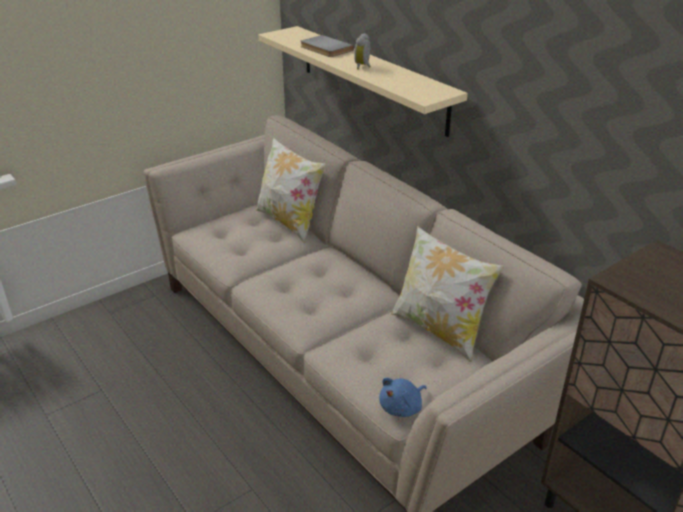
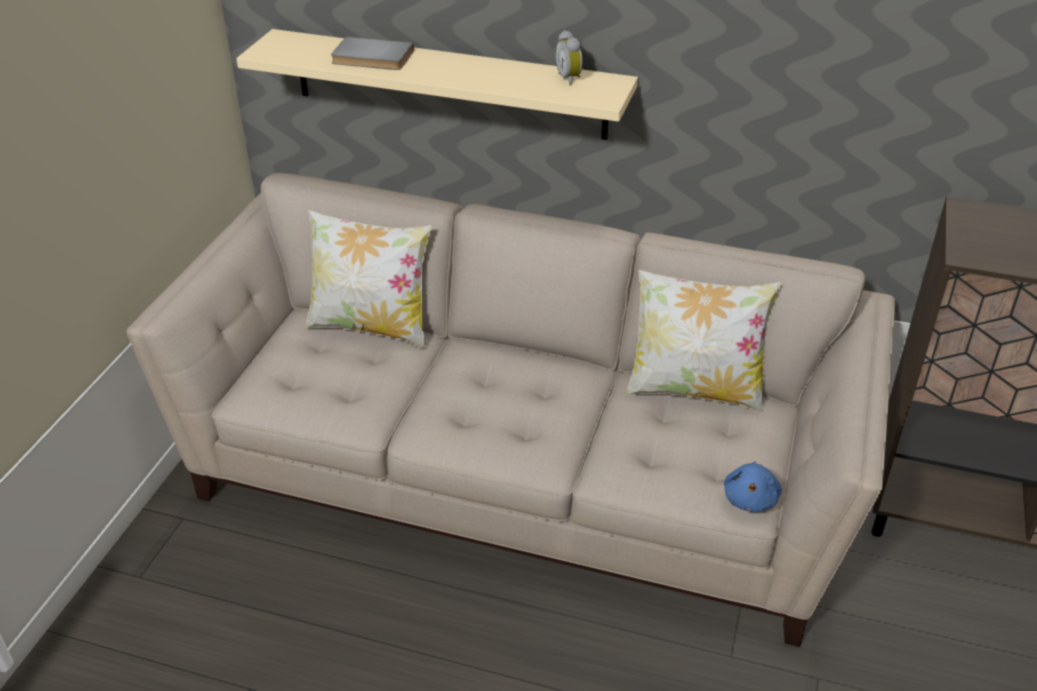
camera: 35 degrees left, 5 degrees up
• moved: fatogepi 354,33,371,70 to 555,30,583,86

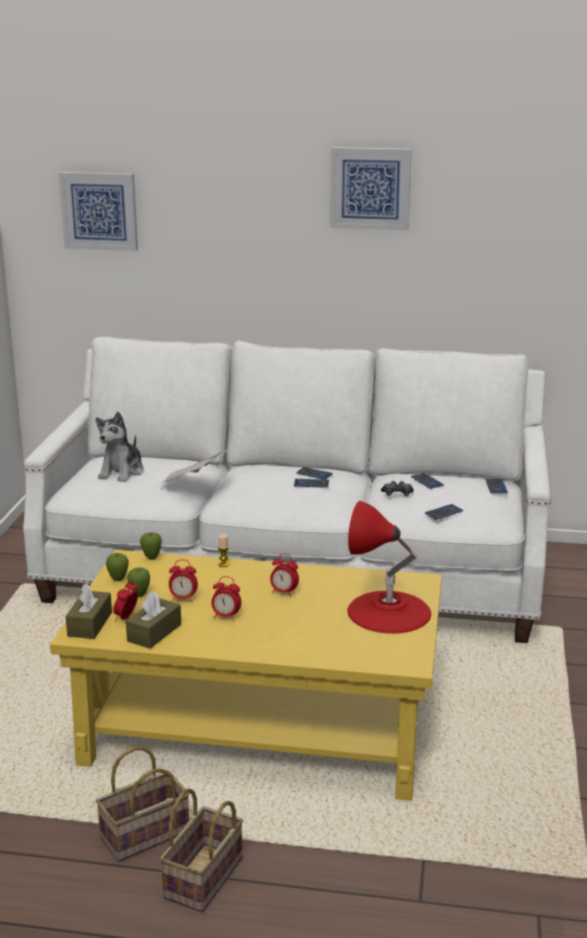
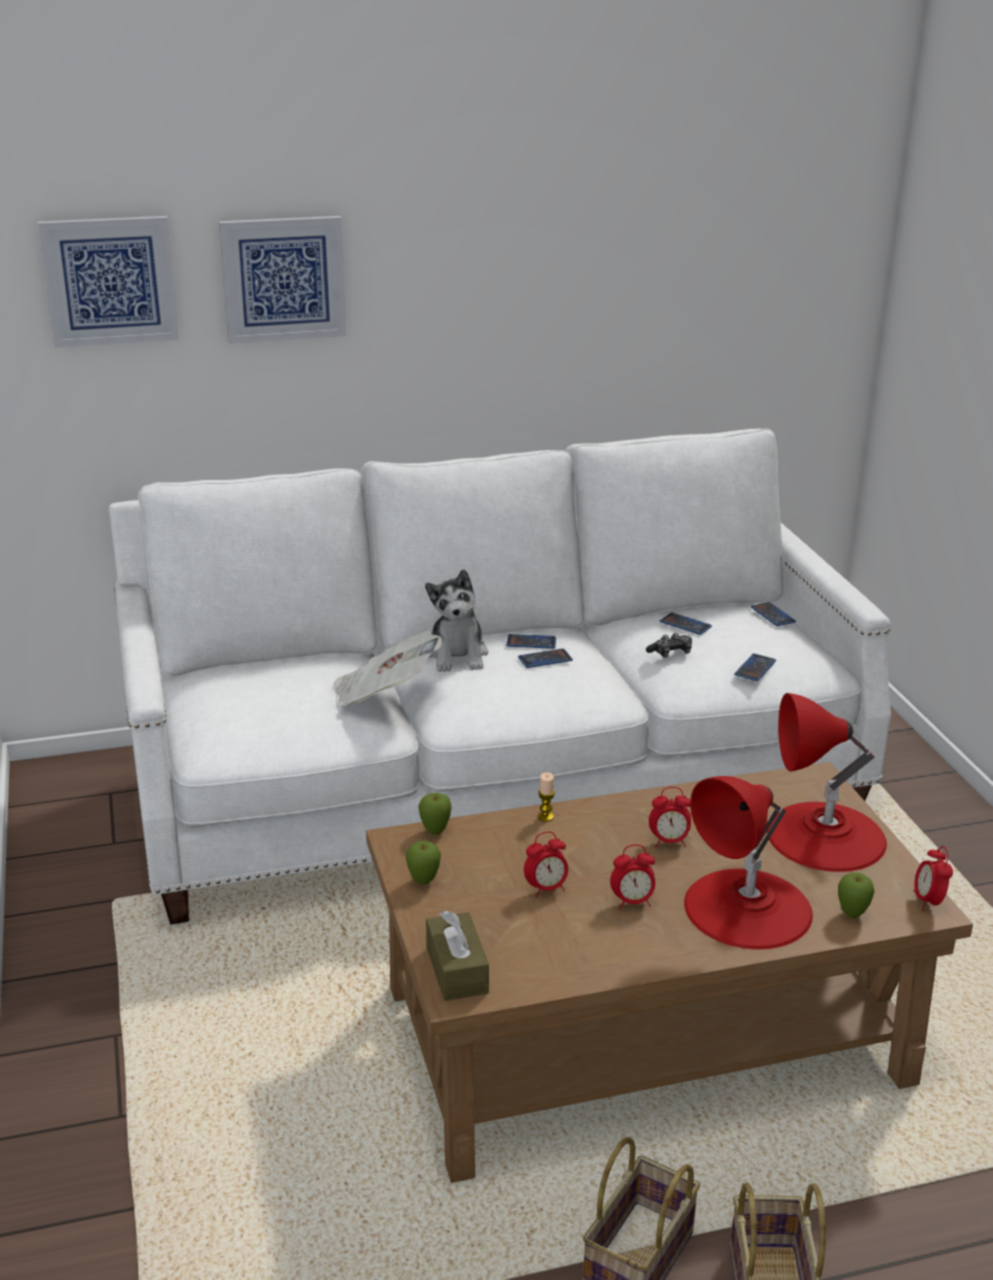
camera: 25 degrees left, 5 degrees up
• recoloured: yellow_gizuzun 50,550,442,801 to brown_gizuzun 366,762,973,1183
• moved: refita 96,412,144,482 to 425,569,488,672
• moved: fatogepi 113,580,138,622 to 914,846,953,911
• removed: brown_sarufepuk 126,591,181,649
• moved: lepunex 127,567,150,597 to 838,873,875,918
• moved: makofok 330,147,412,230 to 219,216,346,344
• added: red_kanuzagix 684,776,813,950

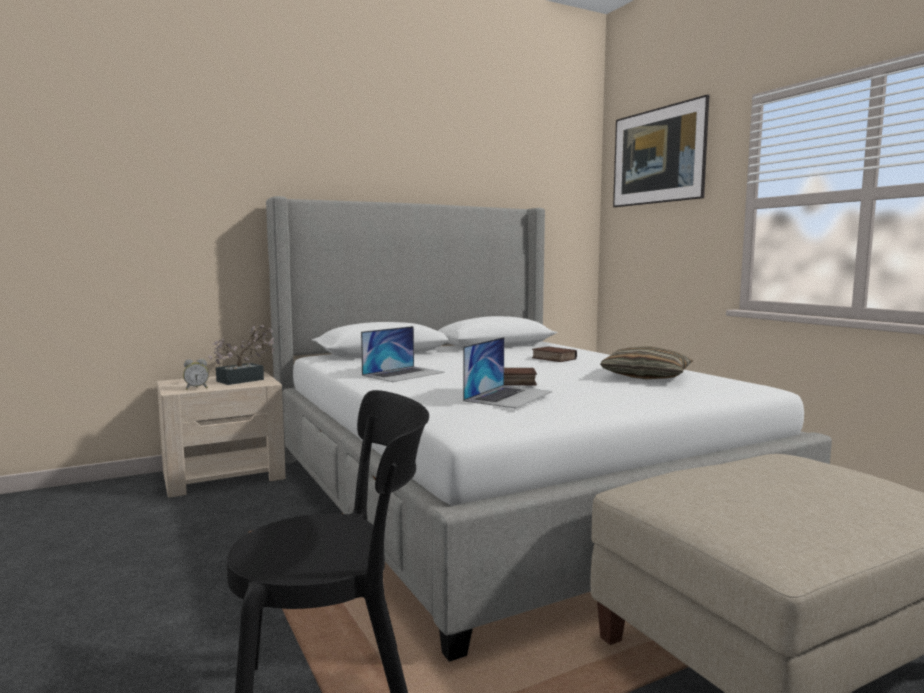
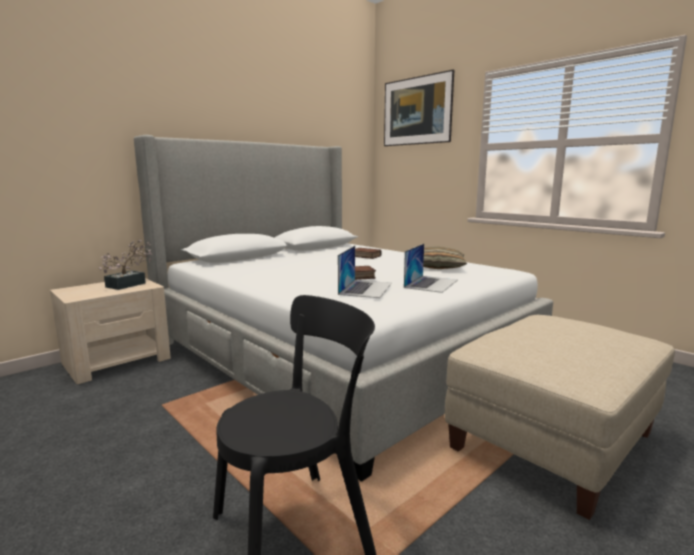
camera: 15 degrees left, 5 degrees up
• removed: fatogepi 183,359,209,390
• moved: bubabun 361,326,445,382 to 404,244,458,293

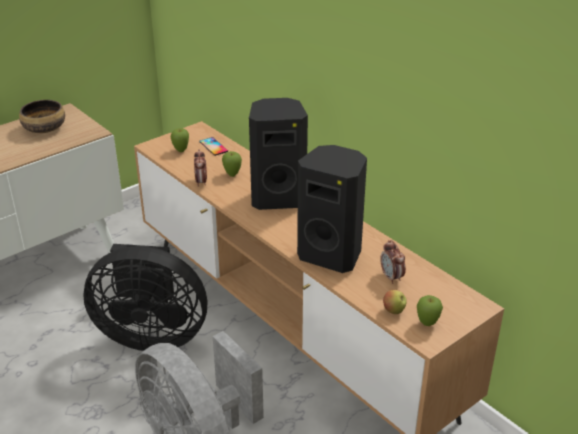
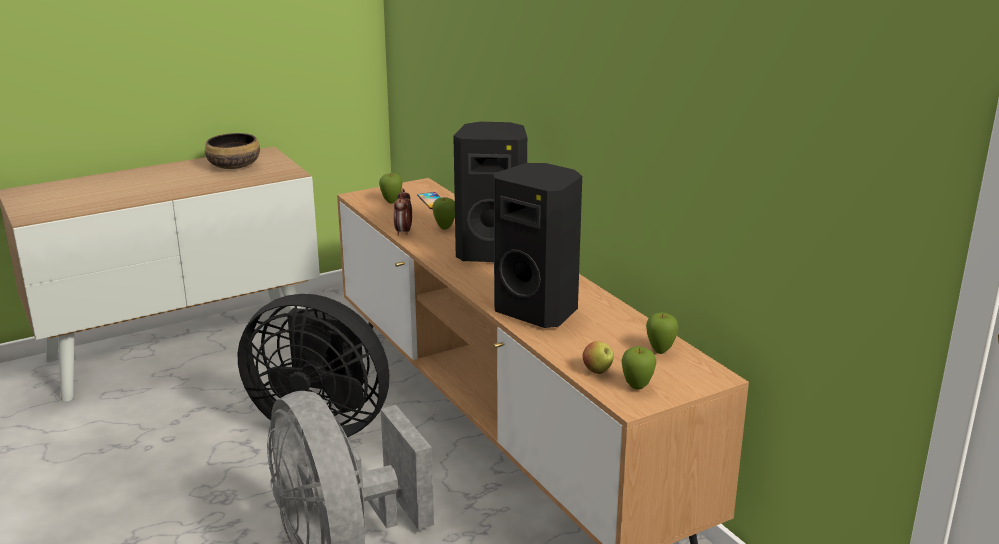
camera: 10 degrees right, 10 degrees down
• removed: fatogepi 380,240,406,284
• added: lepunex 646,312,679,354

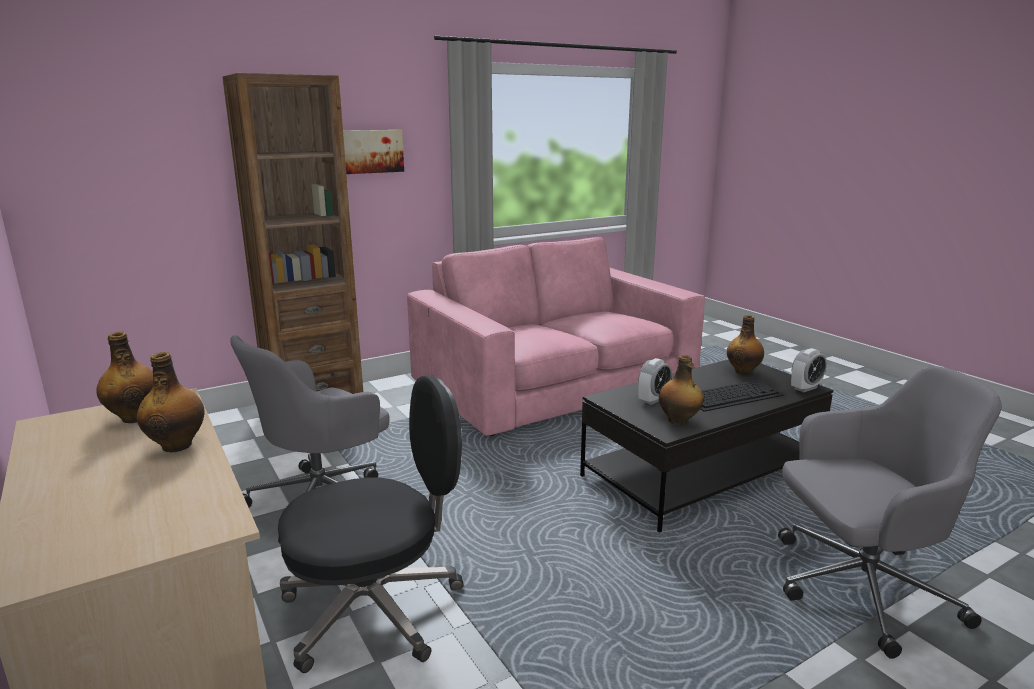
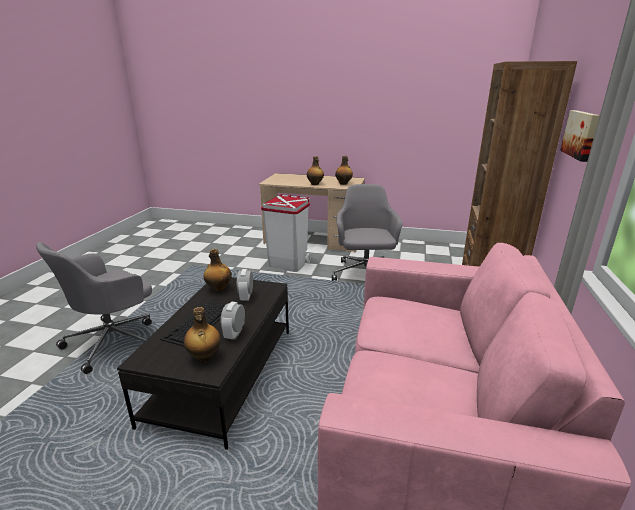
camera: 135 degrees right, 5 degrees up
• replaced: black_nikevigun 278,376,464,673 to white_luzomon 261,194,311,272
• moved: fatogepi 791,348,827,392 to 220,302,245,340

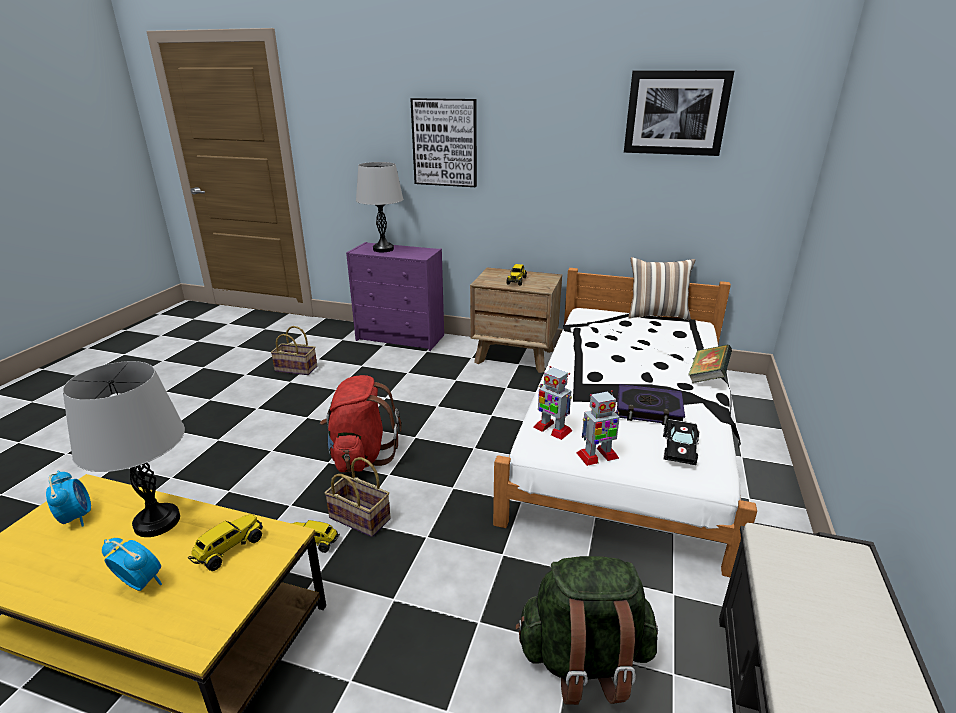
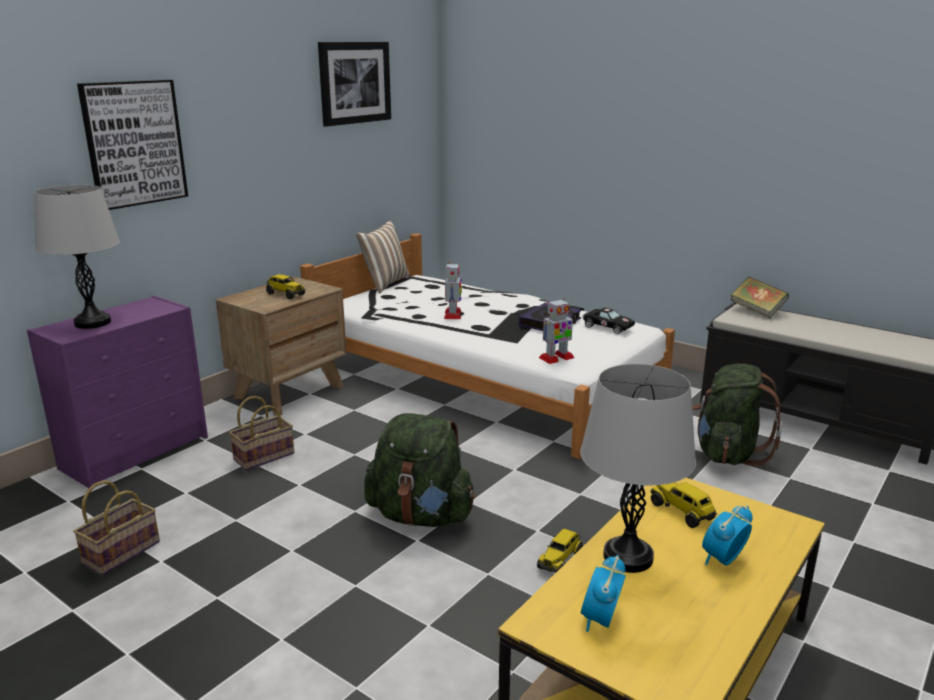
camera: 70 degrees left, 5 degrees down
• turned: fatogepi 46,470,91,527 = 581,555,626,632 60 degrees counterclockwise
• recoloured: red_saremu 320,375,401,473 to green_saremu 364,413,475,527
• moved: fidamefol 324,457,391,537 to 229,396,294,471
• moved: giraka 577,390,620,466 to 444,262,462,319
• moved: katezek 689,344,732,383 to 731,277,789,318

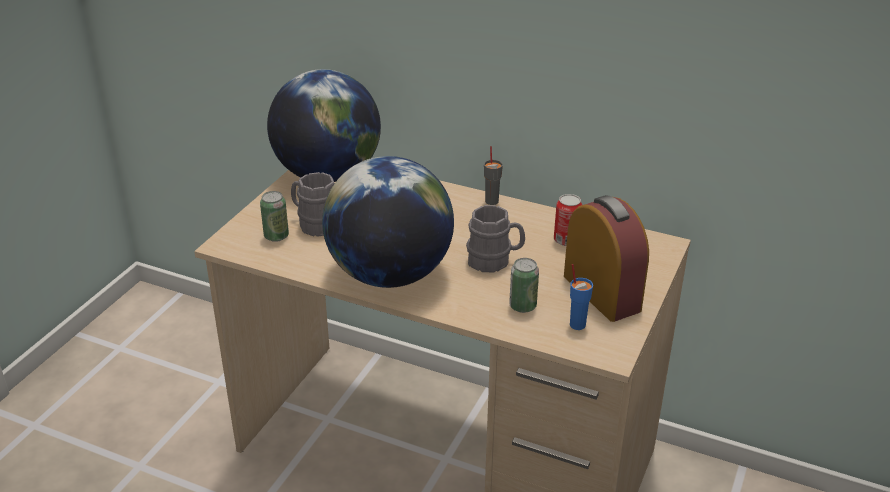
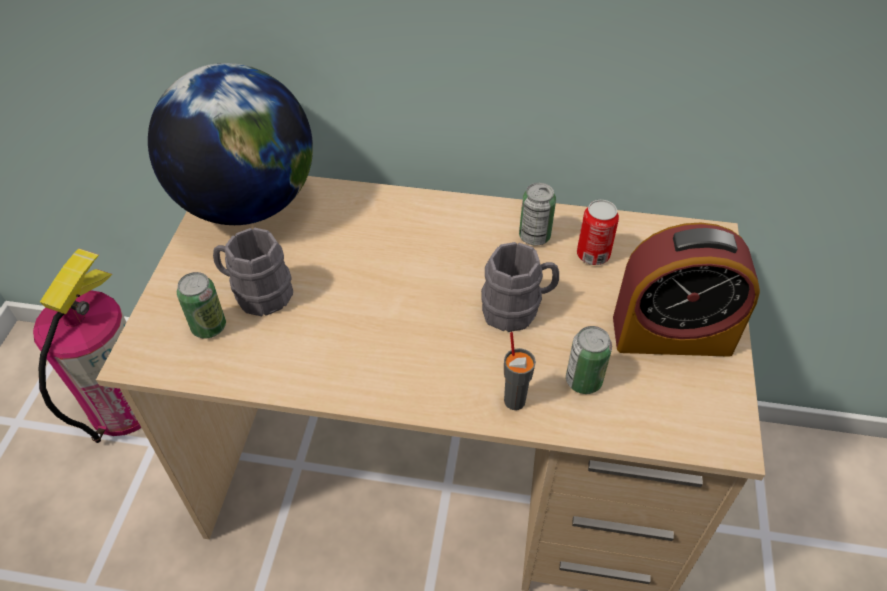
camera: 15 degrees left, 15 degrees up
• removed: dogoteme 322,156,454,288
• moved: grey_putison 484,146,503,205 to 504,332,536,410
• turned: fatogepi 564,195,649,322 = 613,222,760,357 135 degrees clockwise
• removed: blue_putison 570,264,593,330
• added: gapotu 33,249,141,443
• added: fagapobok 519,183,556,246

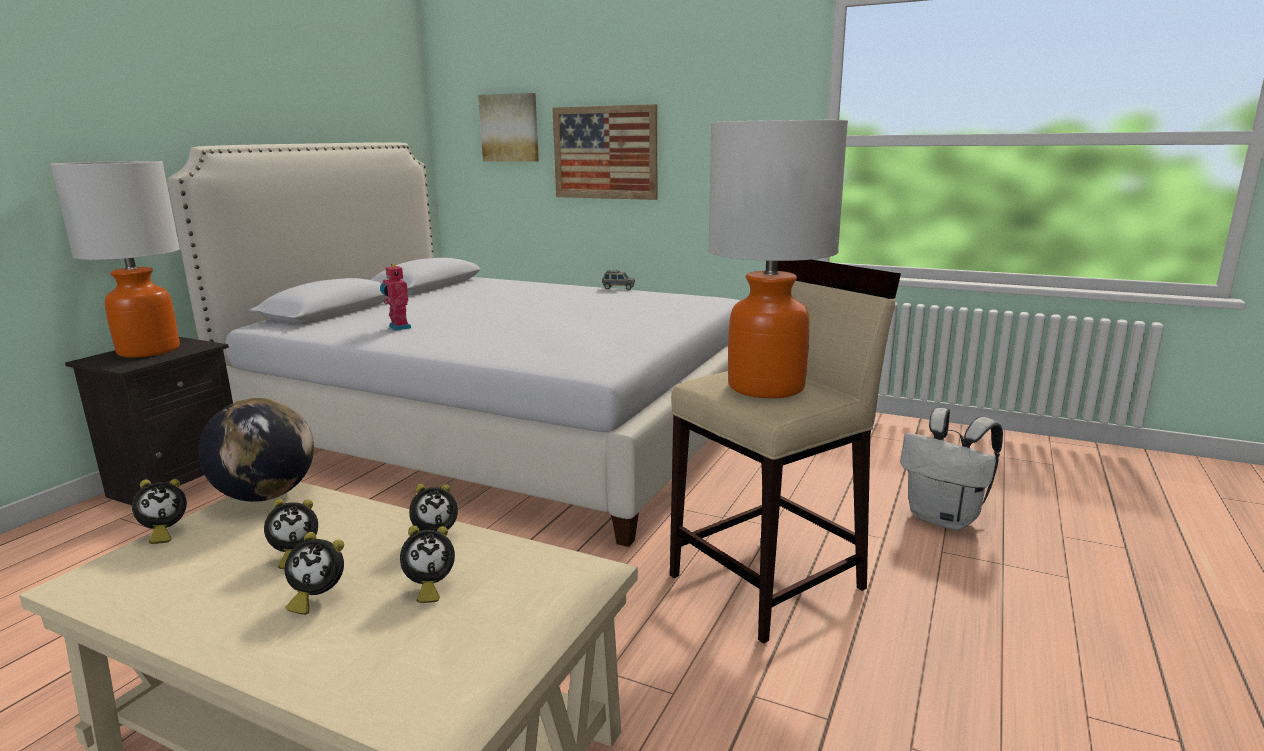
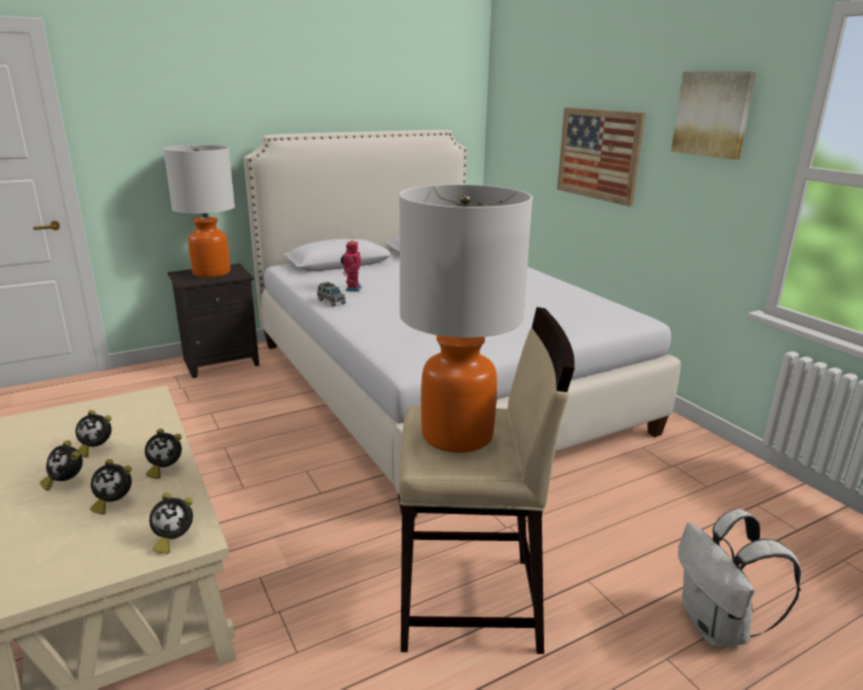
camera: 35 degrees right, 5 degrees up
• moved: fatogepi 132,479,187,544 to 149,493,193,554
• removed: dogoteme 198,398,314,502
• moved: makofok 478,93,539,162 to 671,71,756,160
• moved: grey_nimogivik 602,270,635,290 to 317,282,346,306

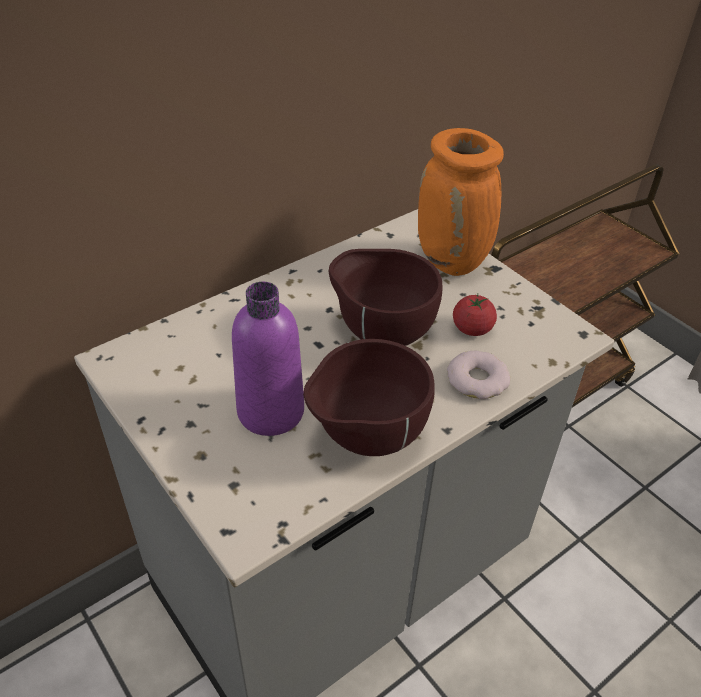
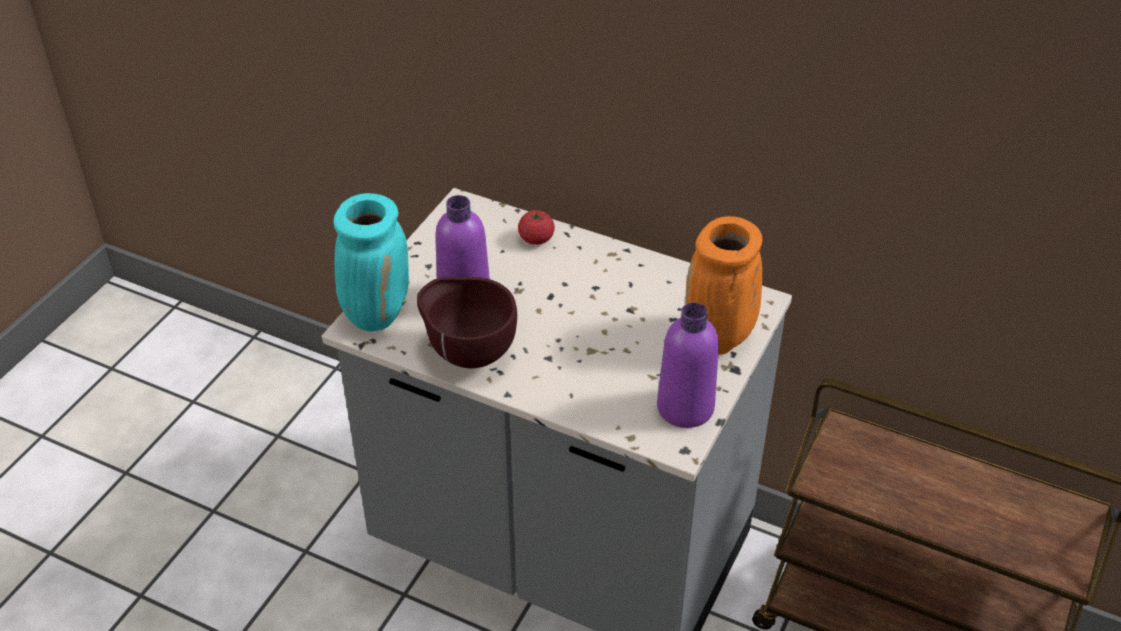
camera: 65 degrees right, 0 degrees up
• removed: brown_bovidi 329,249,442,346
• removed: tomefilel 447,351,510,399
• moved: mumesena 453,294,497,336 to 518,210,555,245
• added: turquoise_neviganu 333,193,409,331
• added: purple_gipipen 657,302,719,428

